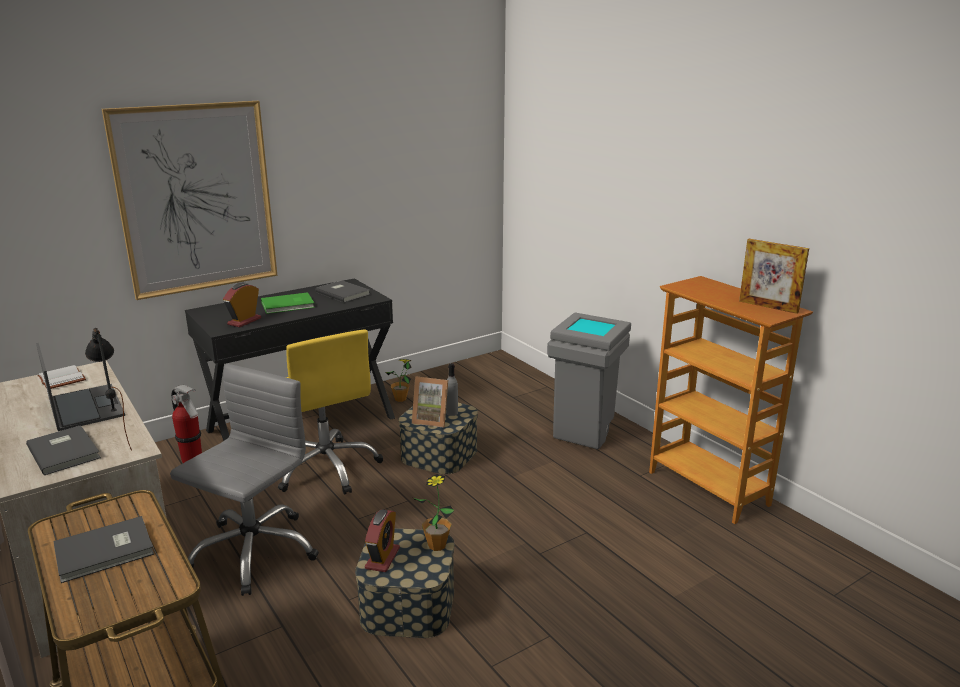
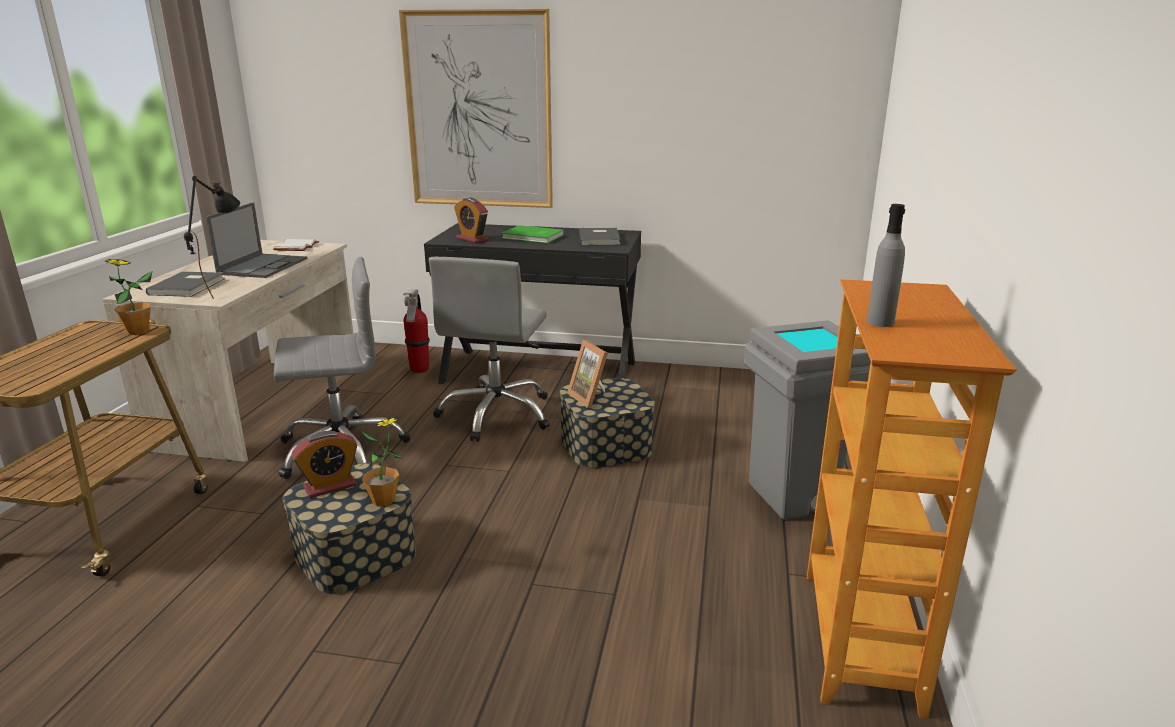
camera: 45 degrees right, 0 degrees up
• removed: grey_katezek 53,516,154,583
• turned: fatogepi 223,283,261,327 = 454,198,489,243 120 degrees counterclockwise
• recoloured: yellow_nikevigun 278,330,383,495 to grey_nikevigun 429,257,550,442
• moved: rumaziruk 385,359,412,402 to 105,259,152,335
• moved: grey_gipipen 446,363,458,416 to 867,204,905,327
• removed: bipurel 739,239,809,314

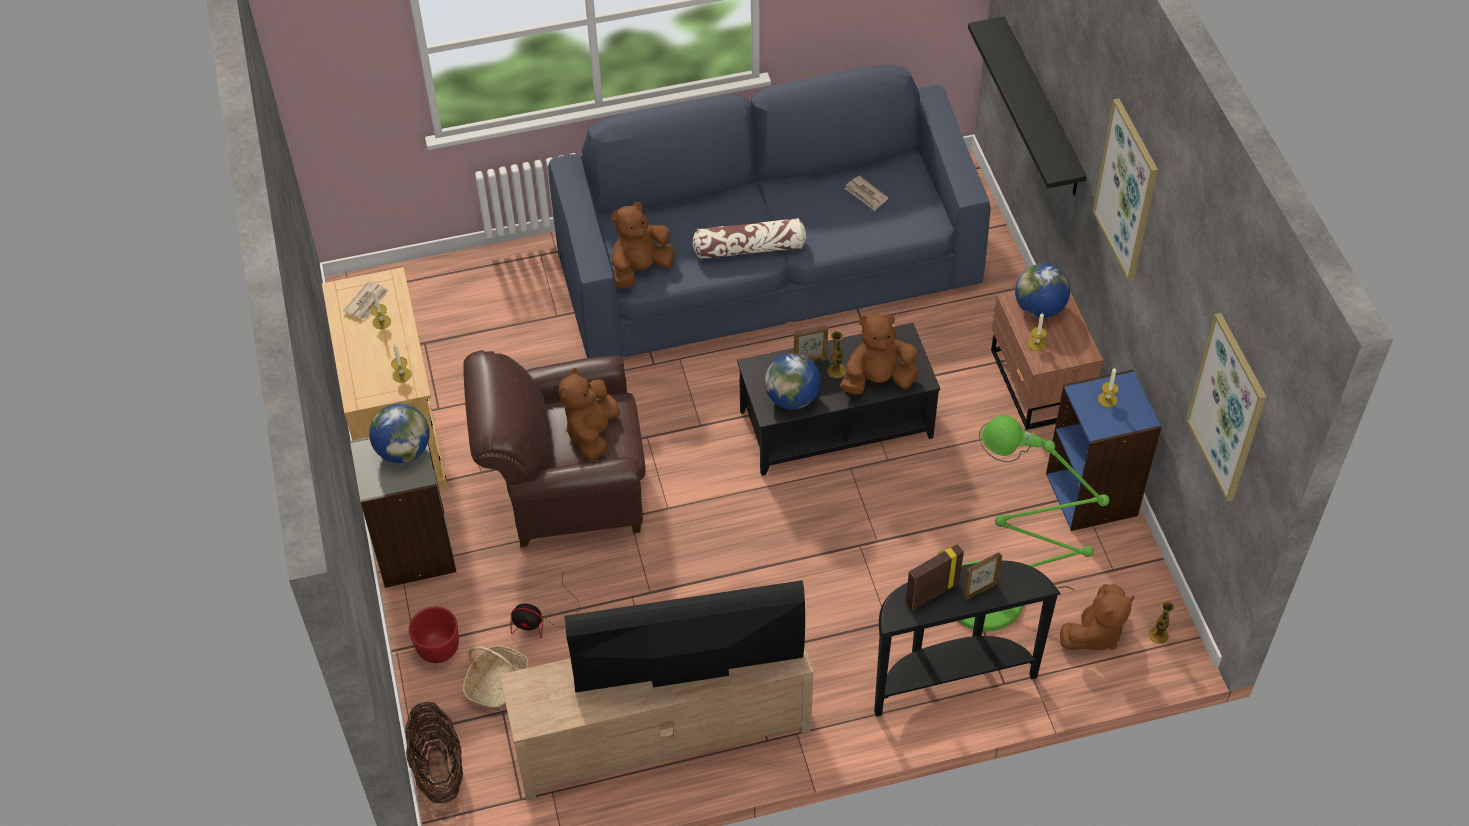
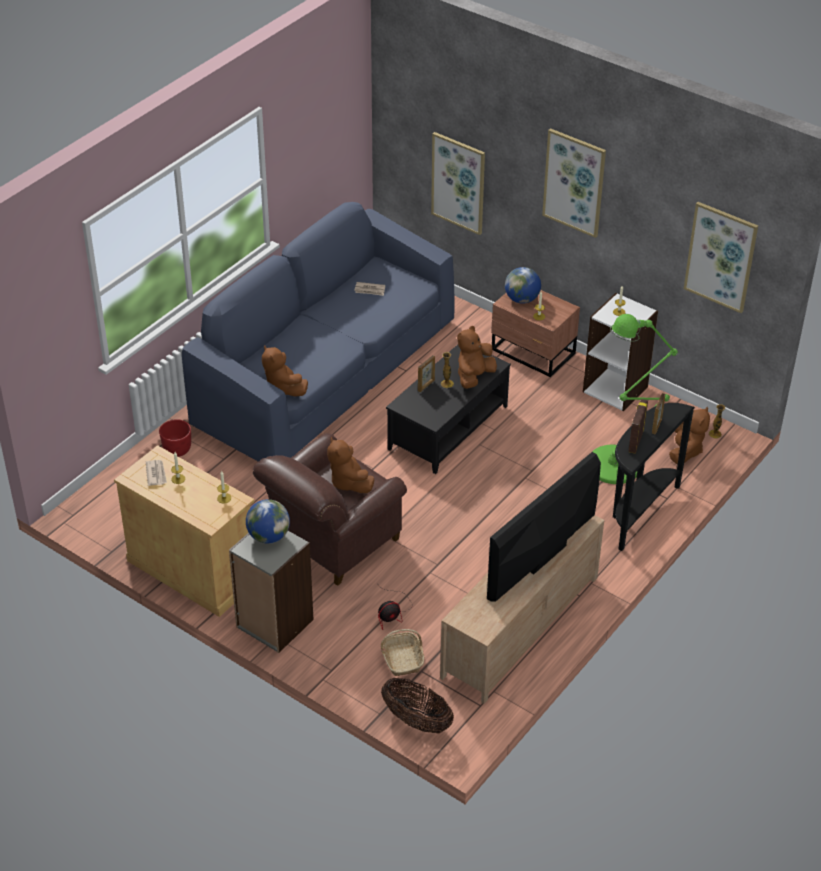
camera: 40 degrees left, 10 degrees down
• moved: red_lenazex 409,607,459,663 to 159,419,191,457
• turned: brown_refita 611,202,674,288 = 262,345,308,397 45 degrees counterclockwise
• removed: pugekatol 693,218,806,259
• removed: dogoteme 765,353,821,409
• replaced: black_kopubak 968,16,1087,196 to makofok 431,132,485,235
• recoloured: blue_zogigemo 1046,369,1162,531 to white_zogigemo 583,293,658,411

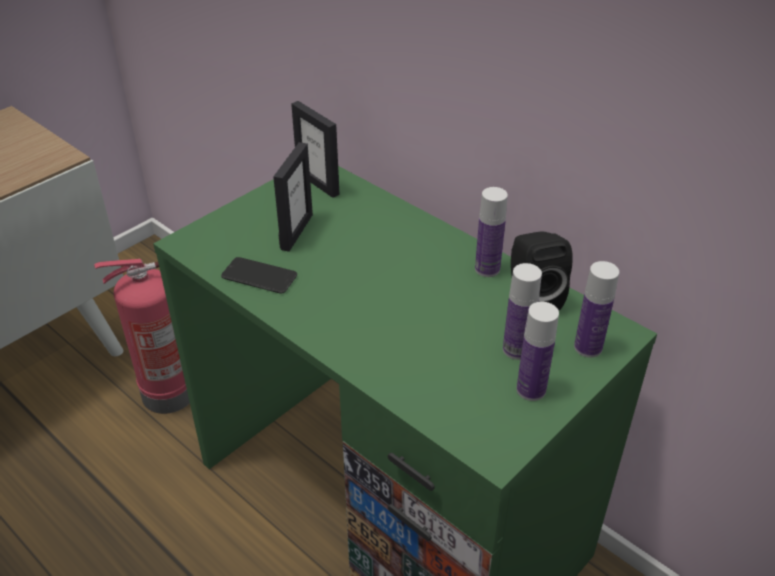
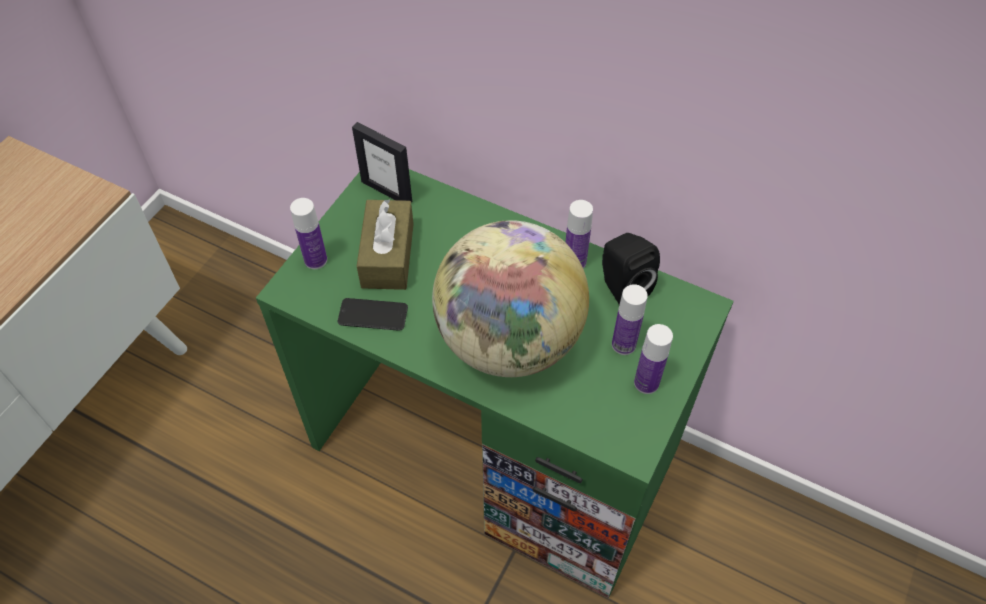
camera: 15 degrees left, 15 degrees up
• removed: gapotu 94,259,190,414
• replaced: bipurel 273,142,313,252 to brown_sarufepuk 357,199,414,290
• moved: gipipen 574,261,619,358 to 290,198,327,269
• added: dogoteme 432,220,589,377

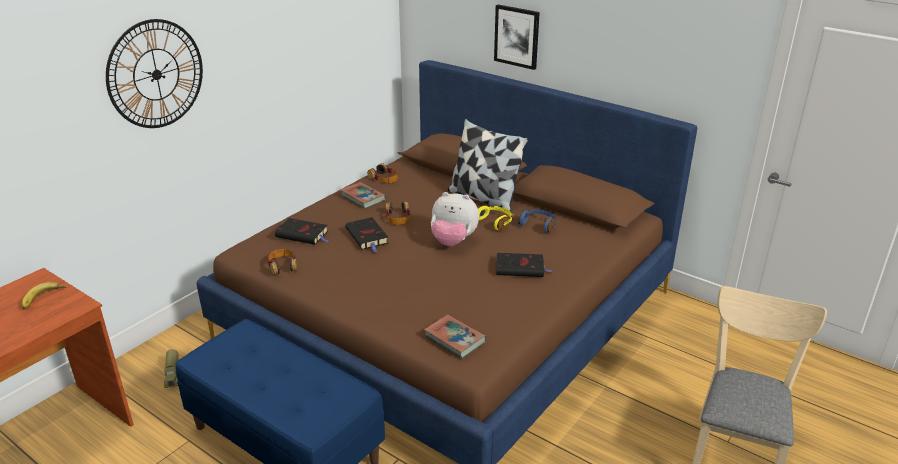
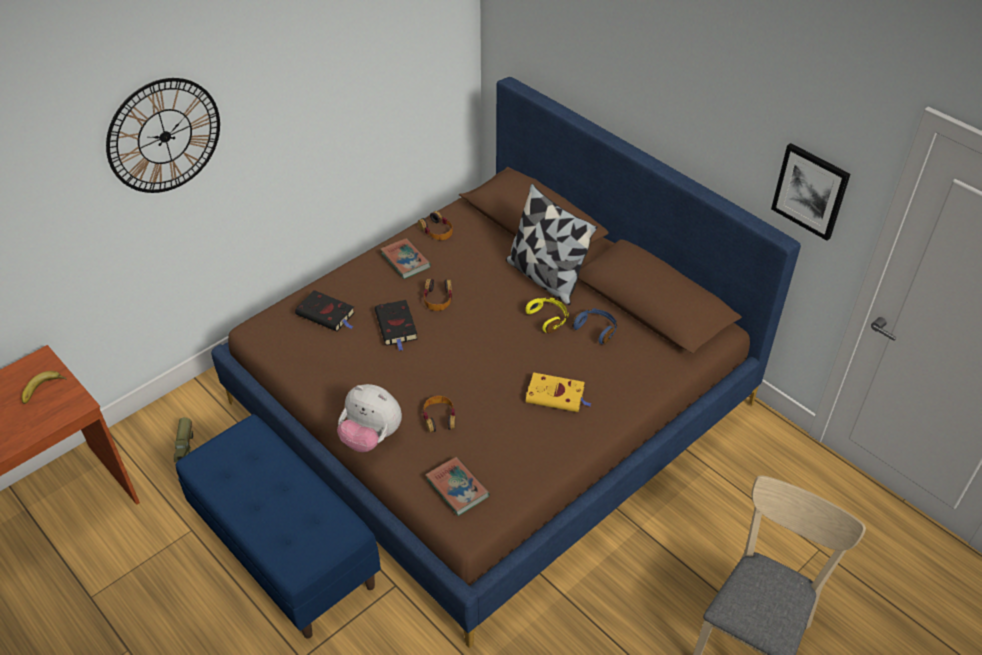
camera: 10 degrees right, 15 degrees up
• moved: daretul 268,249,297,275 to 423,396,455,433
• moved: refita 431,192,479,246 to 337,384,402,452
• moved: makofok 494,4,540,70 to 771,143,850,241
• recoloured: black_katezek 495,253,552,277 to yellow_katezek 526,372,592,412

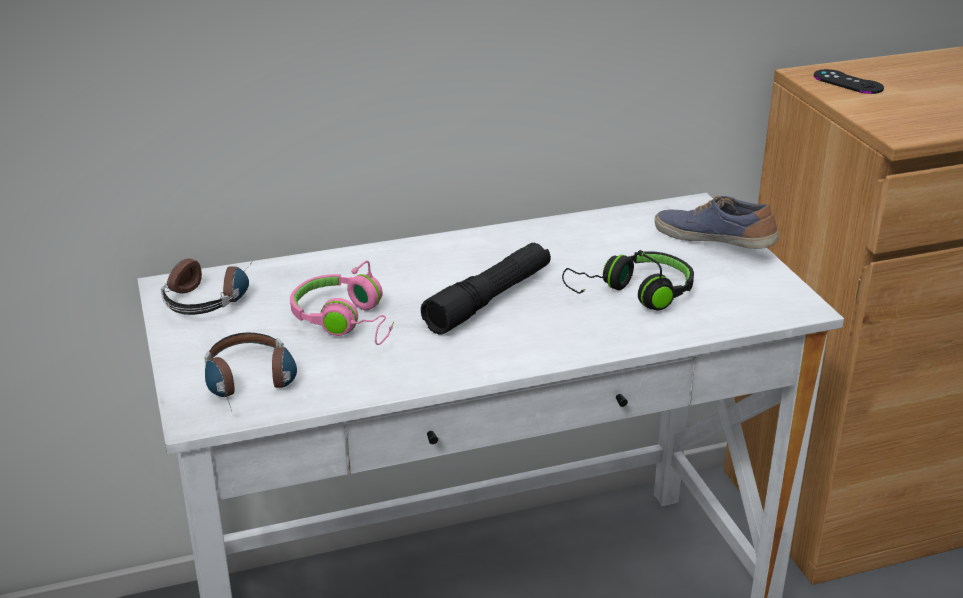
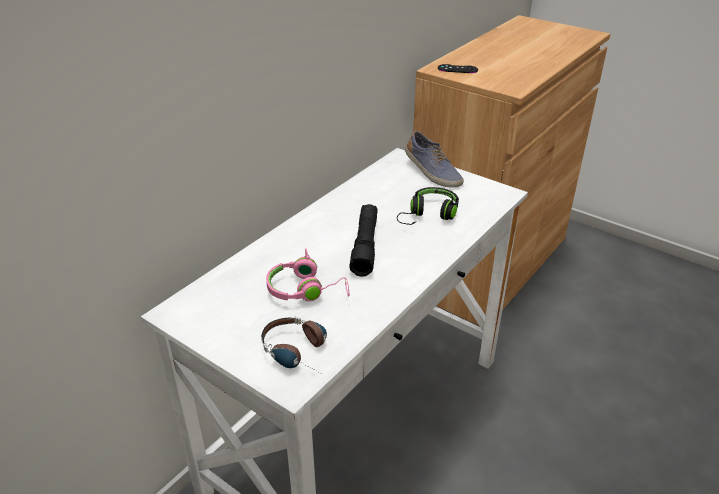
camera: 35 degrees left, 5 degrees up
• removed: daretul 161,257,257,315
• turned: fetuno 655,196,779,249 = 405,131,464,188 135 degrees counterclockwise

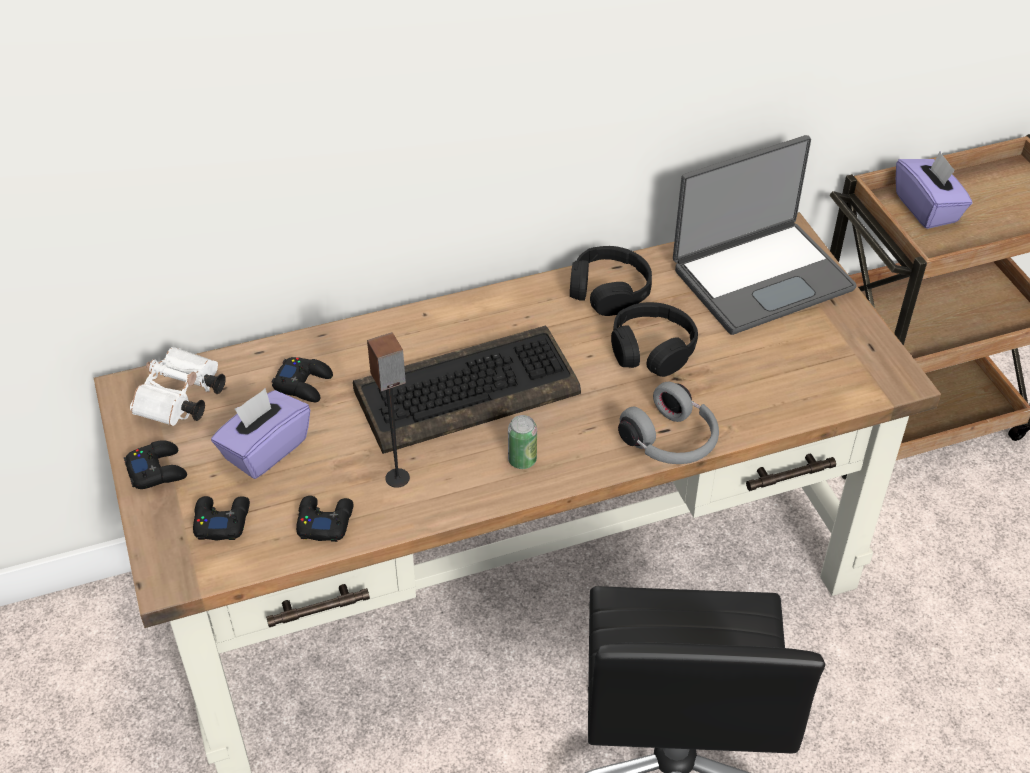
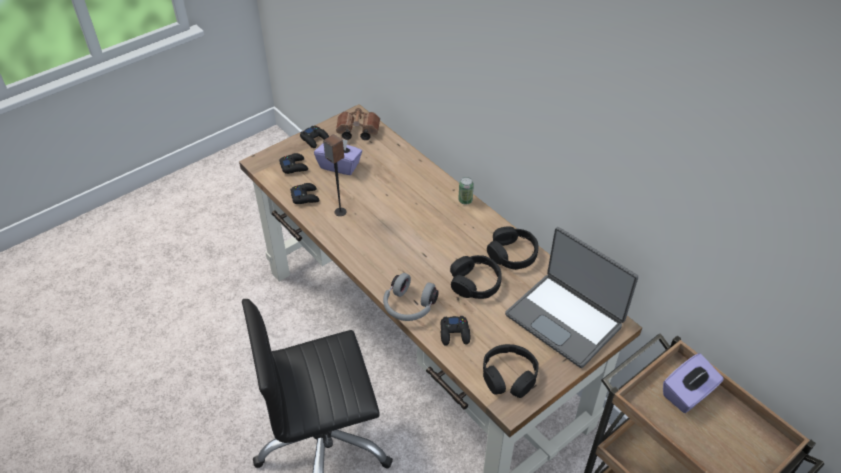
camera: 70 degrees right, 0 degrees up
• recoloured: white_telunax 130,347,226,426 to brown_telunax 336,108,380,140
• moved: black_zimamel 272,357,333,402 to 441,316,471,346
• removed: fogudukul 353,325,581,454
• moved: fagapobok 508,415,537,469 to 458,177,474,204
• added: black_daretul 483,344,539,398

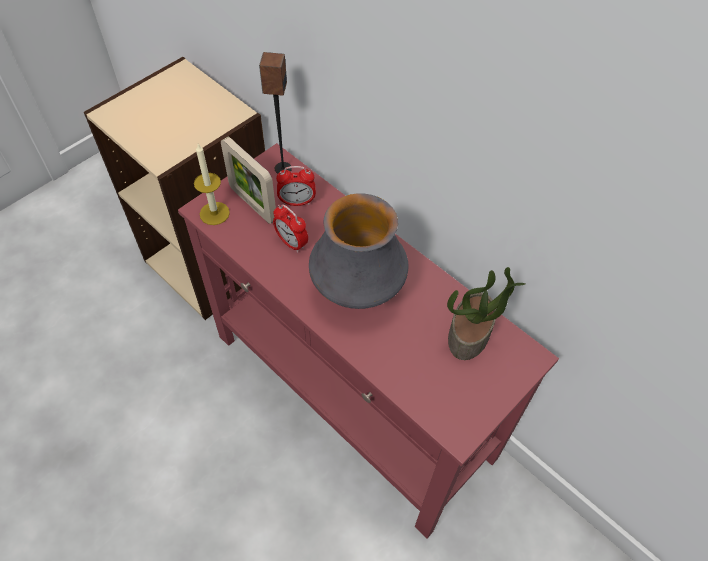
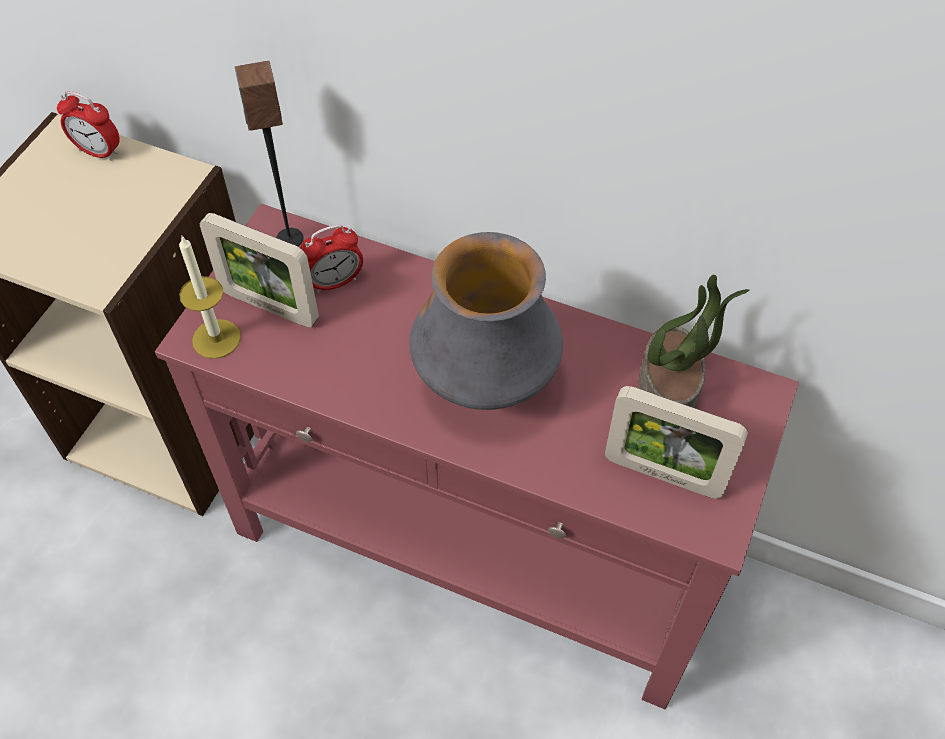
camera: 20 degrees left, 0 degrees up
• moved: fatogepi 273,205,308,253 to 57,91,120,161
• added: bipurel 605,386,748,499

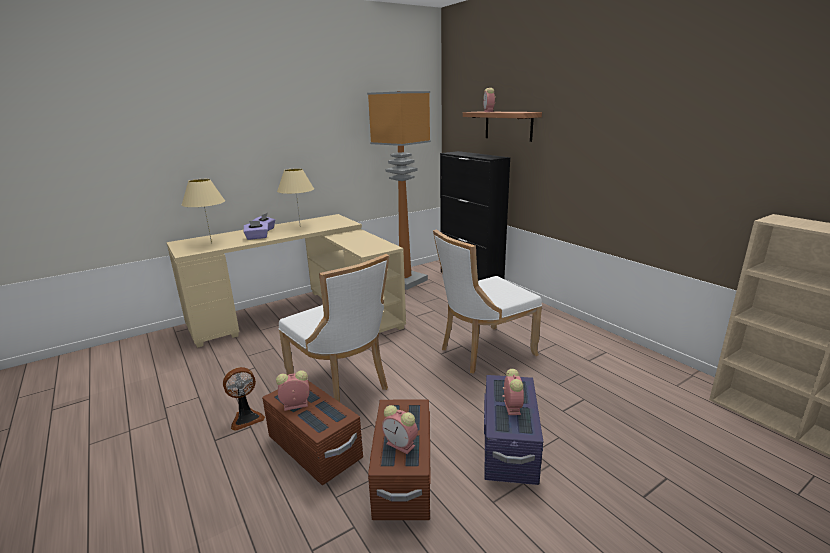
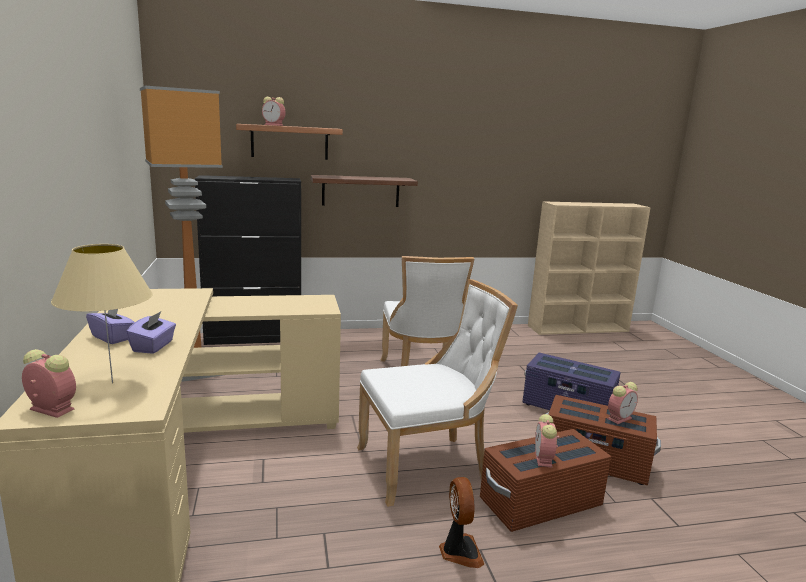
camera: 70 degrees left, 5 degrees down
• removed: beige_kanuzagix 277,168,314,222
• moved: fatogepi 502,369,524,415 to 22,349,76,418
• added: kopubak 311,175,418,207

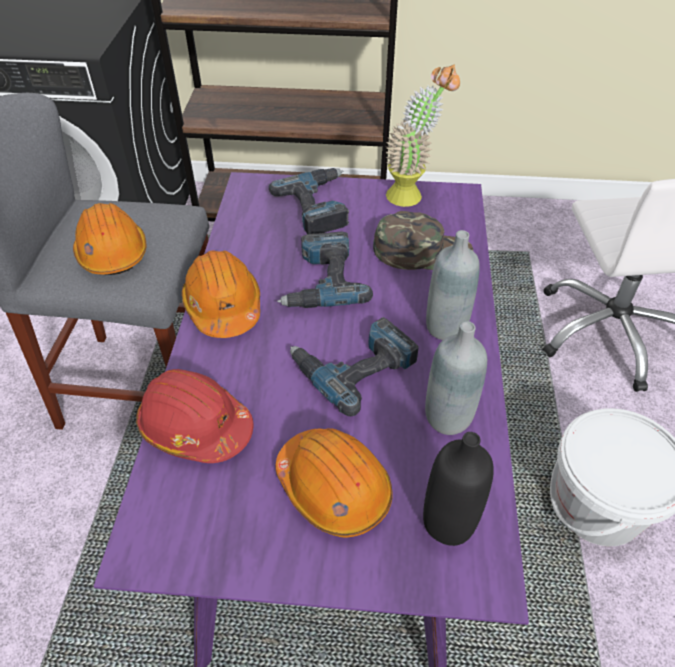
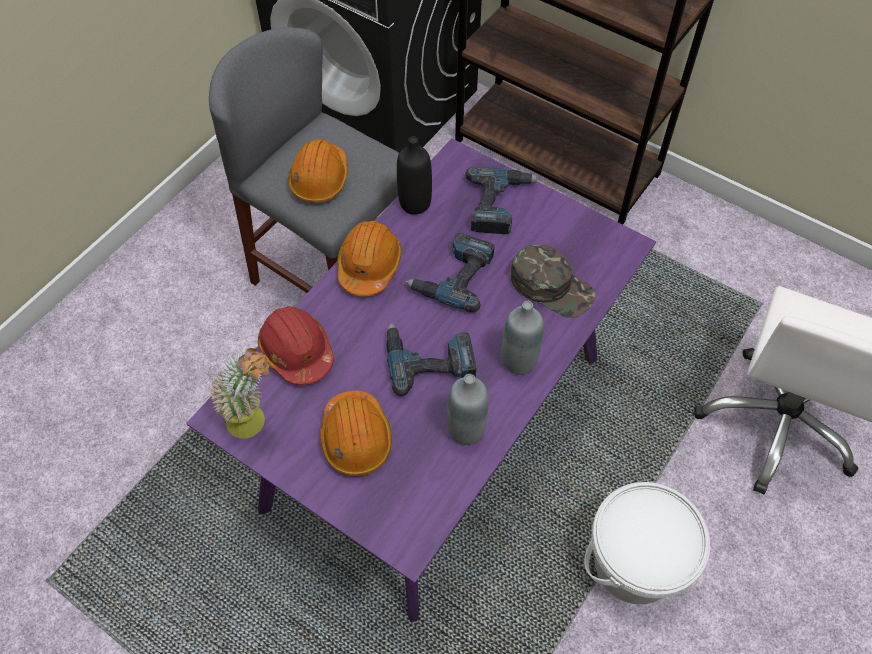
camera: 30 degrees right, 10 degrees up
• moved: rumaziruk 386,65,460,207 to 209,348,271,439
• moved: black_gipipen 423,432,494,546 to 397,136,432,215

